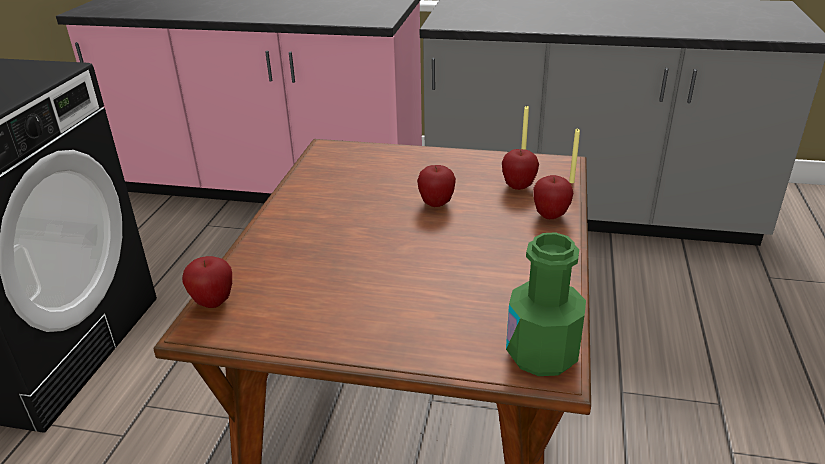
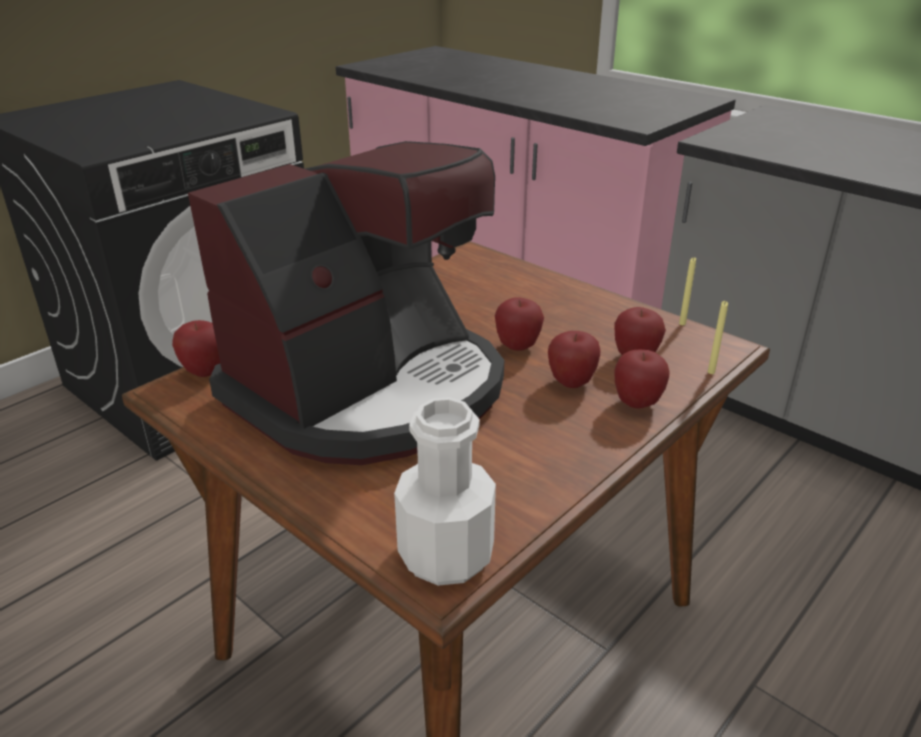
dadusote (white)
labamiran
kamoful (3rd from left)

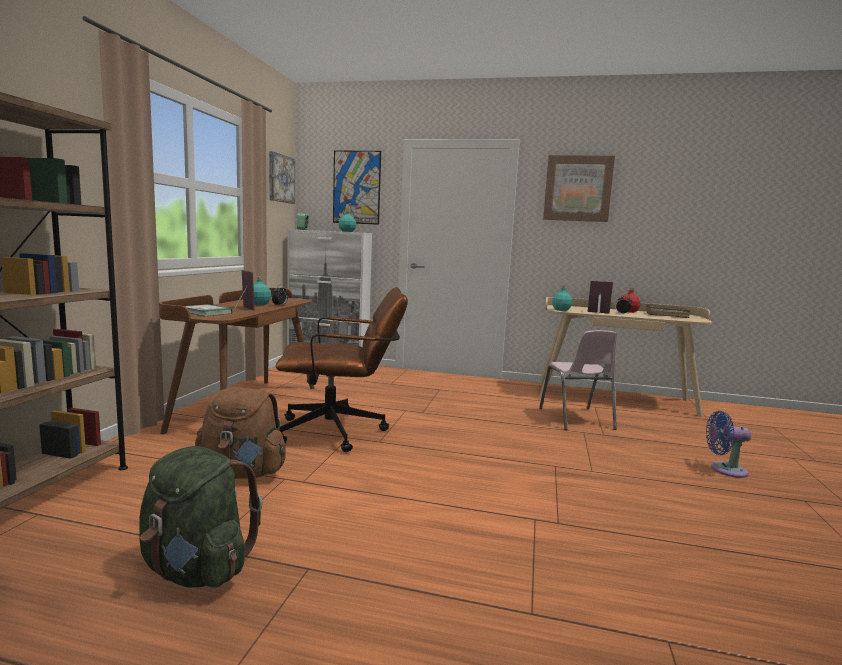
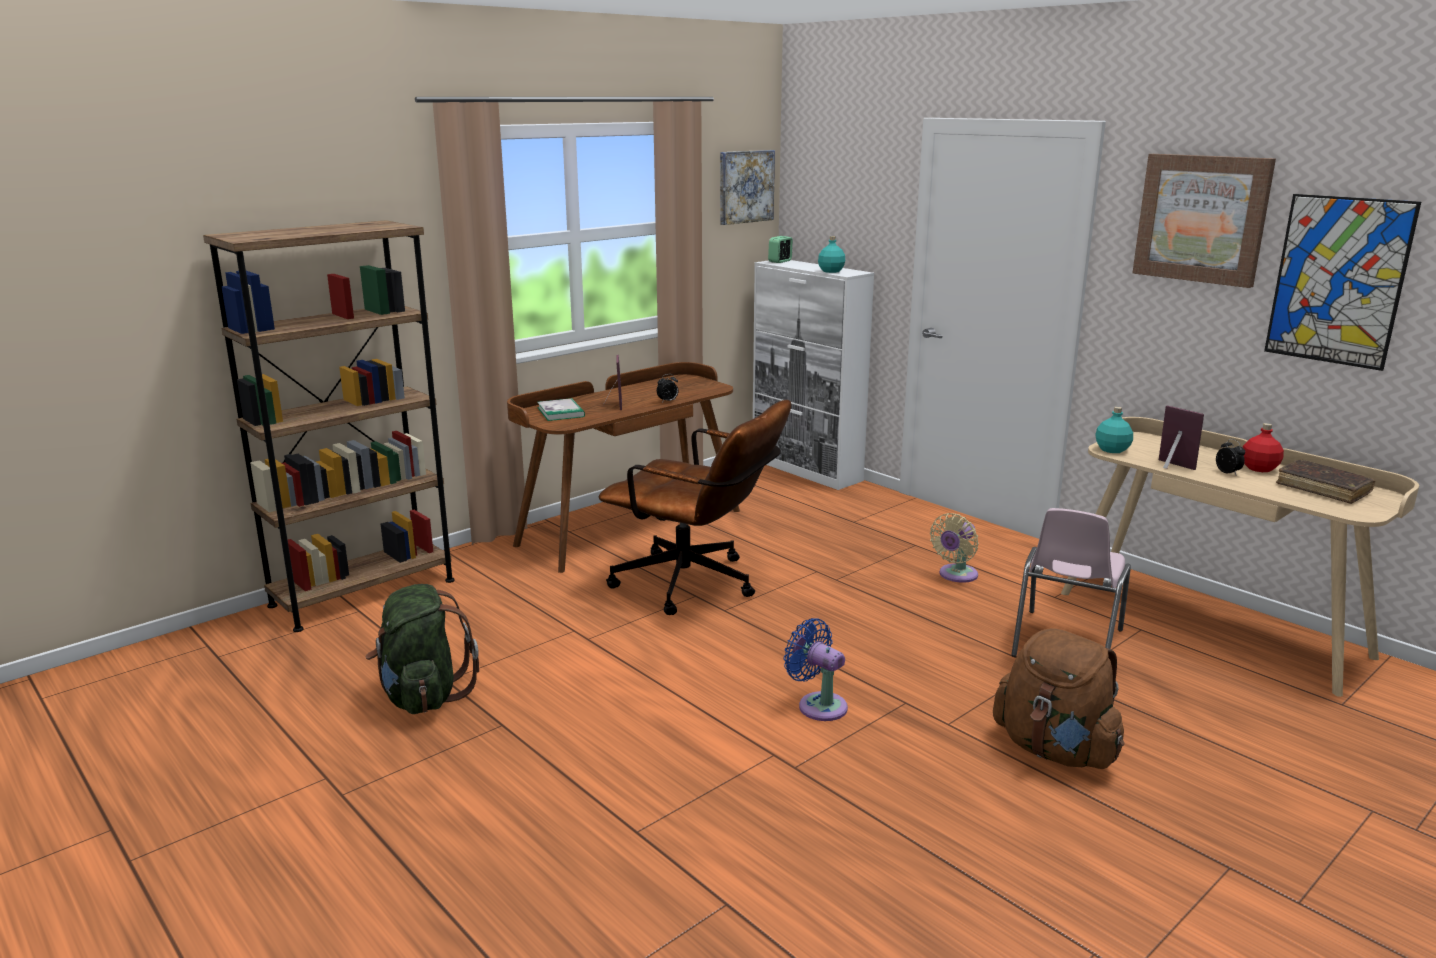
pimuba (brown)
dadusote (turquoise) (1st from left in the first image)
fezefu (3rd from left)
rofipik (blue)
rofipik (beige)

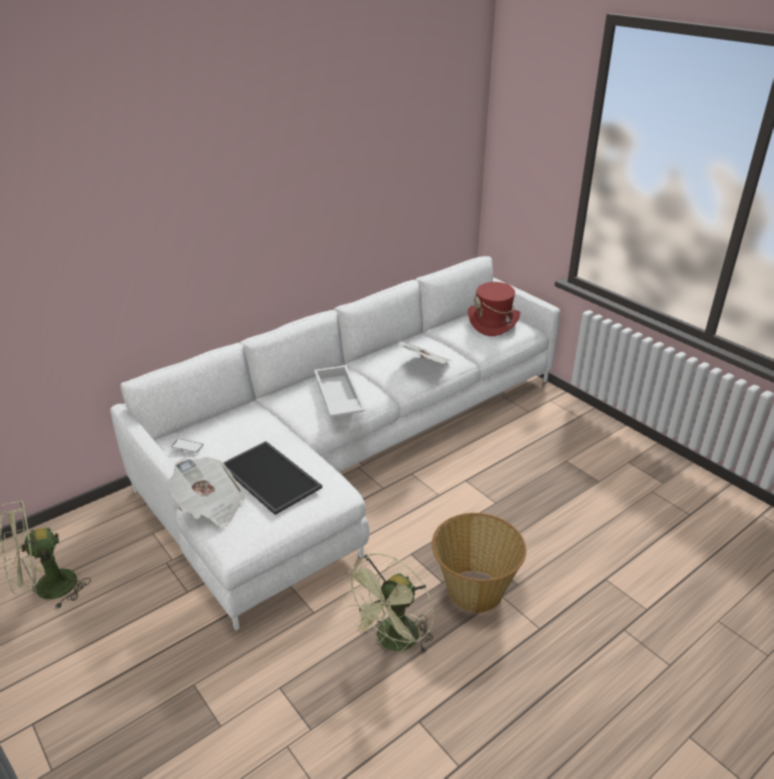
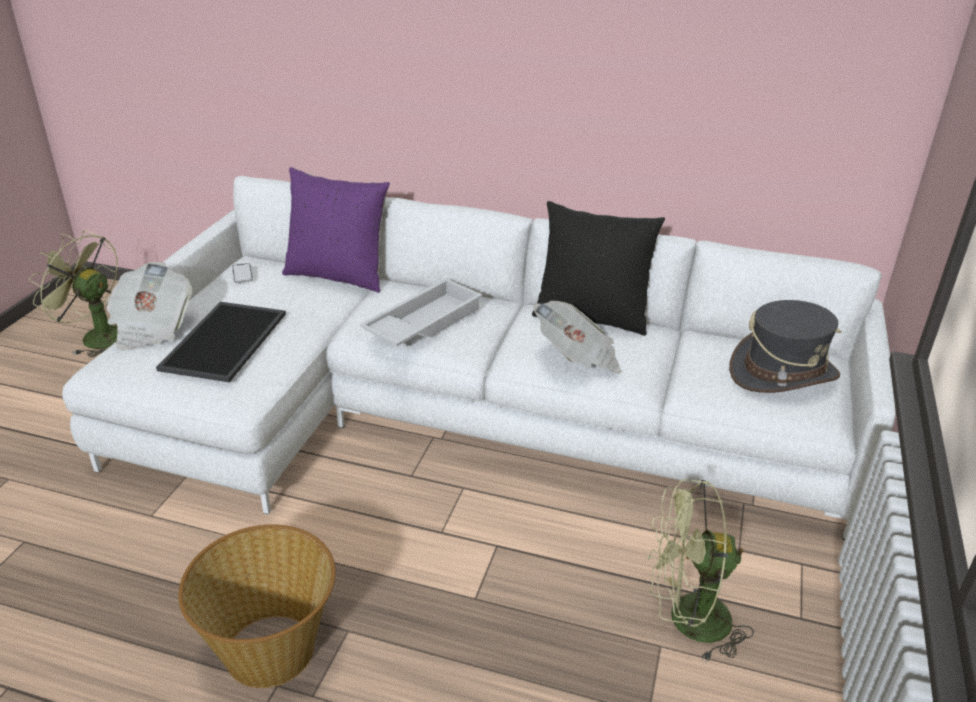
rofipik (green) (2nd from left)
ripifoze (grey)
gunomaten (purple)
gunomaten (black)

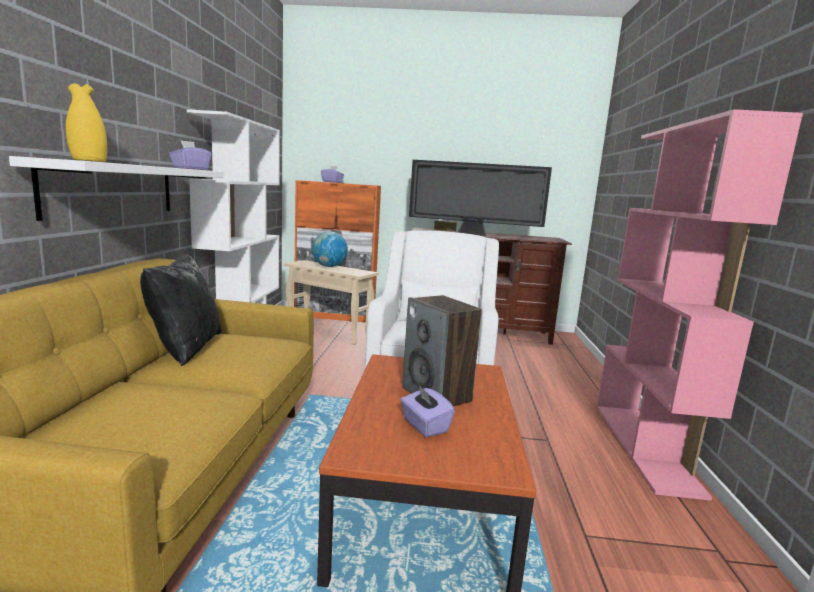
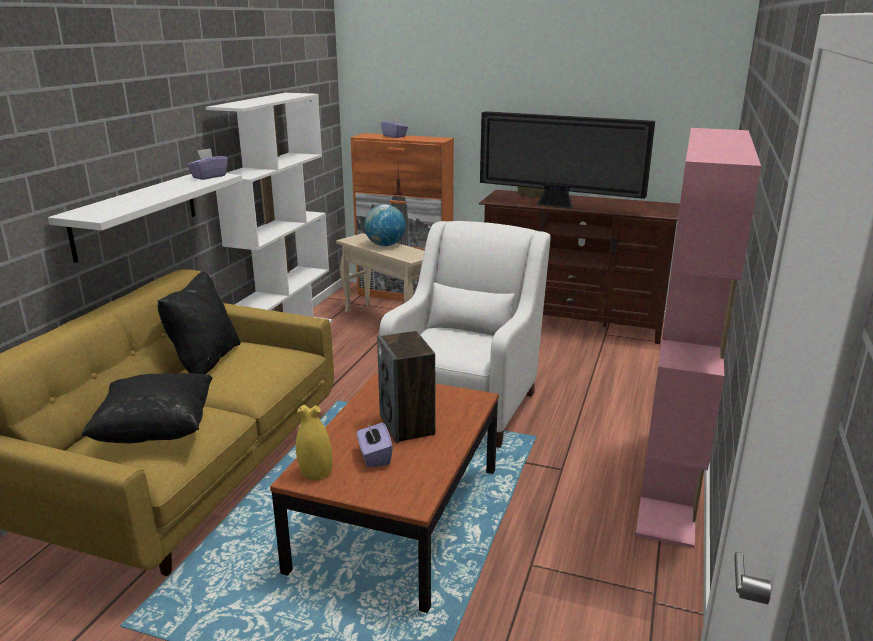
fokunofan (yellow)
gunomaten (black) (1st from left)

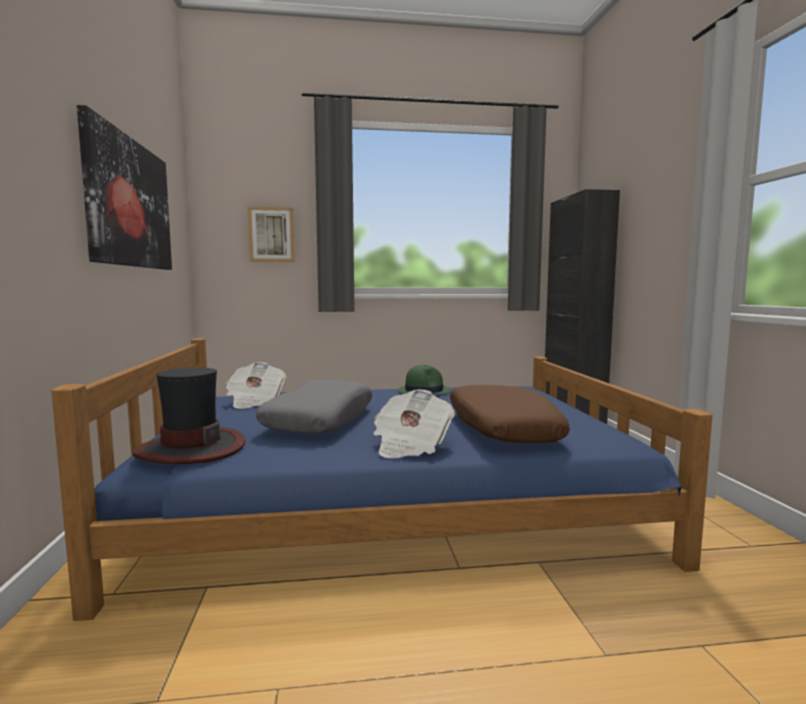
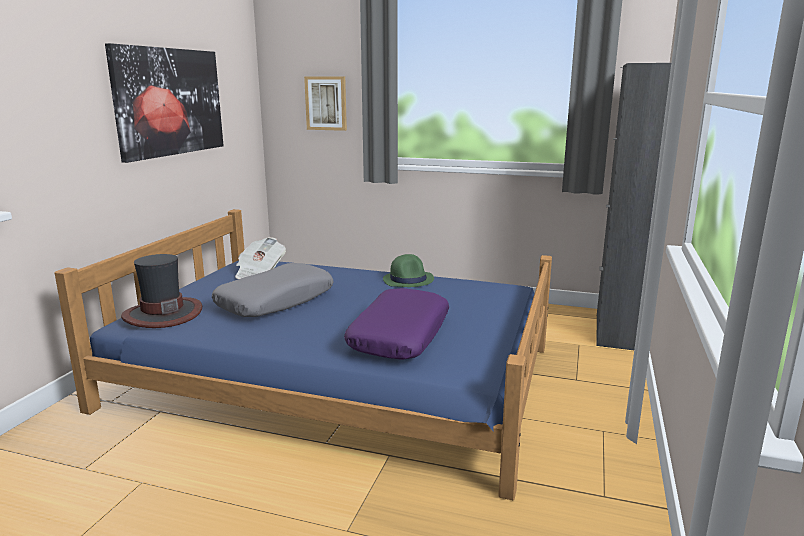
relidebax (2nd from left in the first image)
gunomaten (purple)

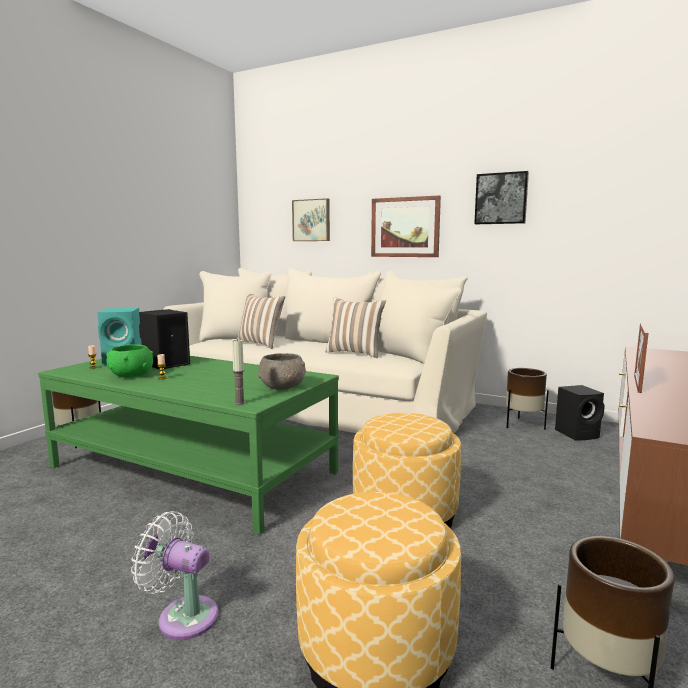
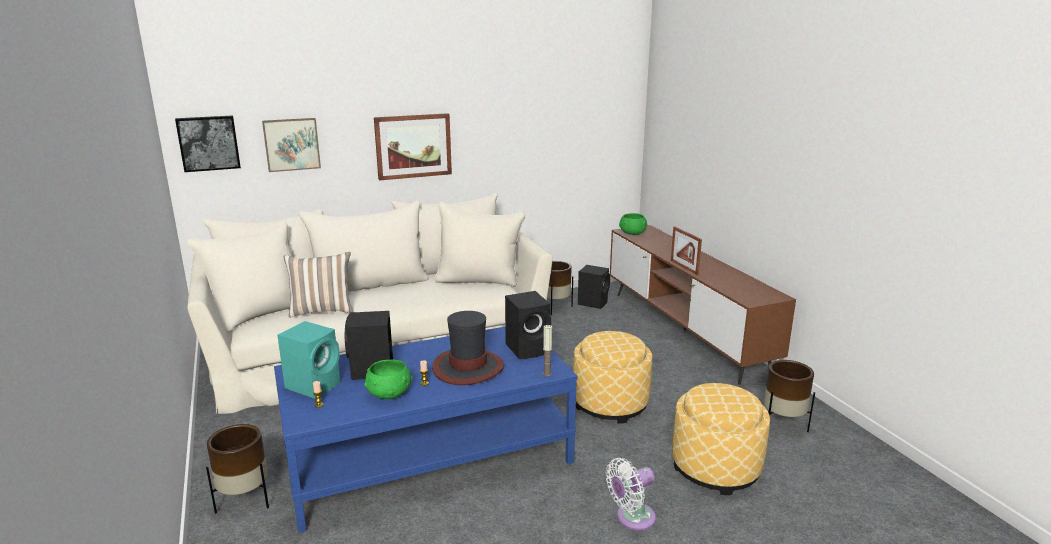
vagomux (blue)
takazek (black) (2nd from left)
gunomaten (2nd from left in the first image)
fezefu (1st from left)
ripifoze
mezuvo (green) (2nd from left)

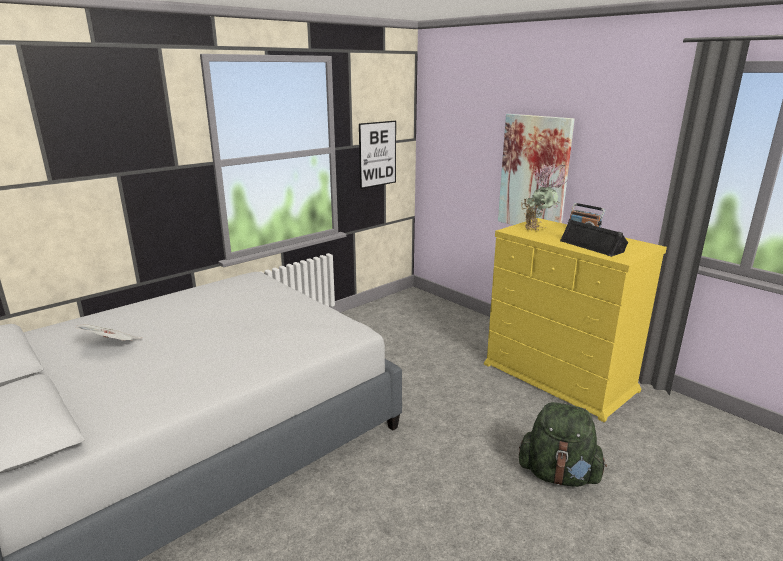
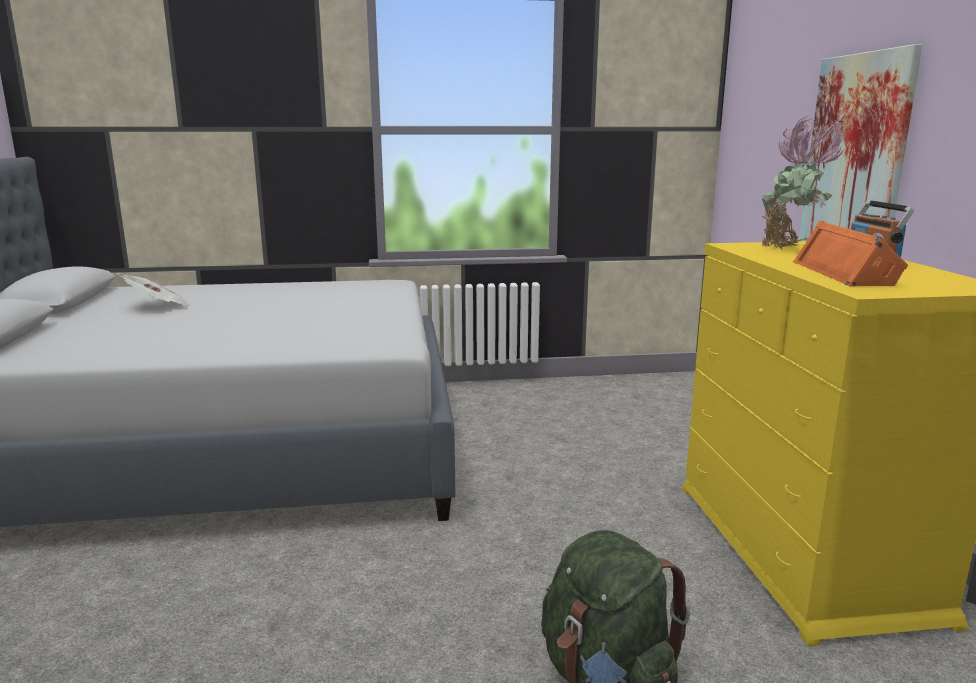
fezefu (1st from left in the first image)
takazek (orange)

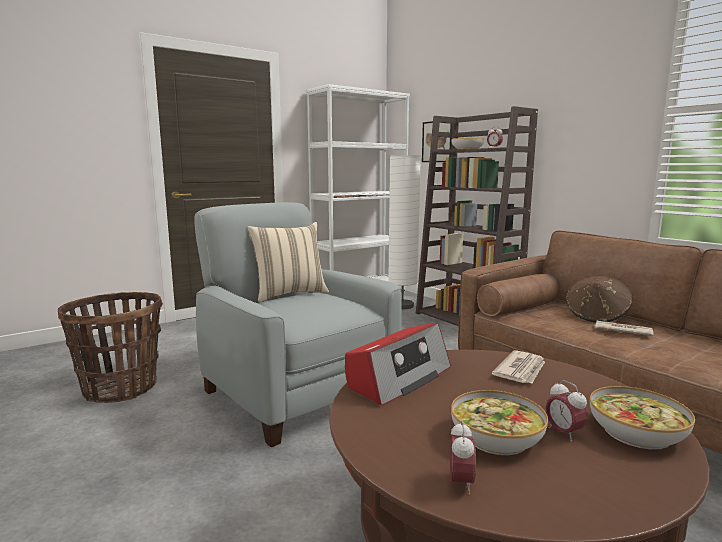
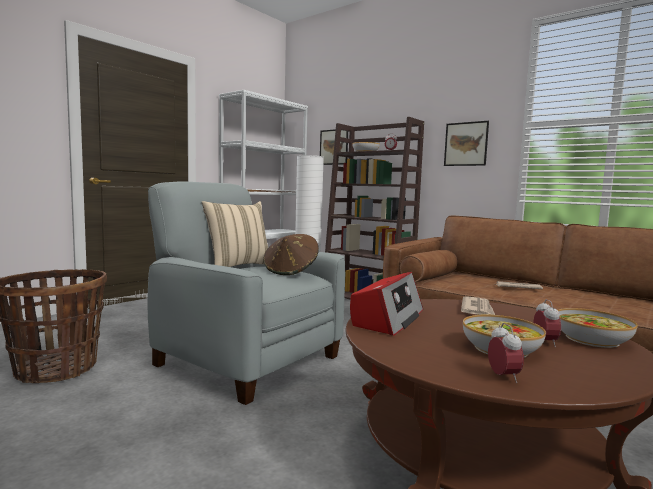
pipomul (3rd from left)
ripifoze (brown)
fezefu (2nd from left)

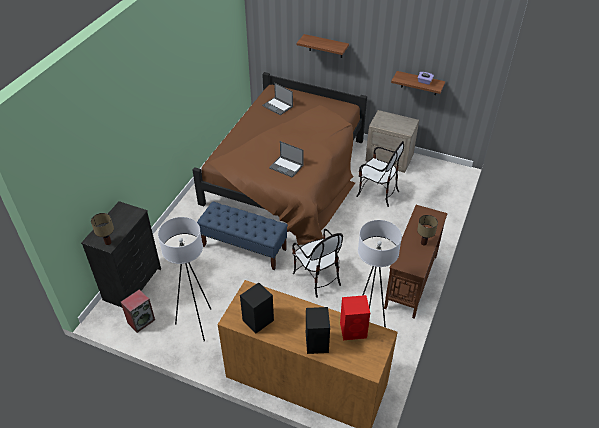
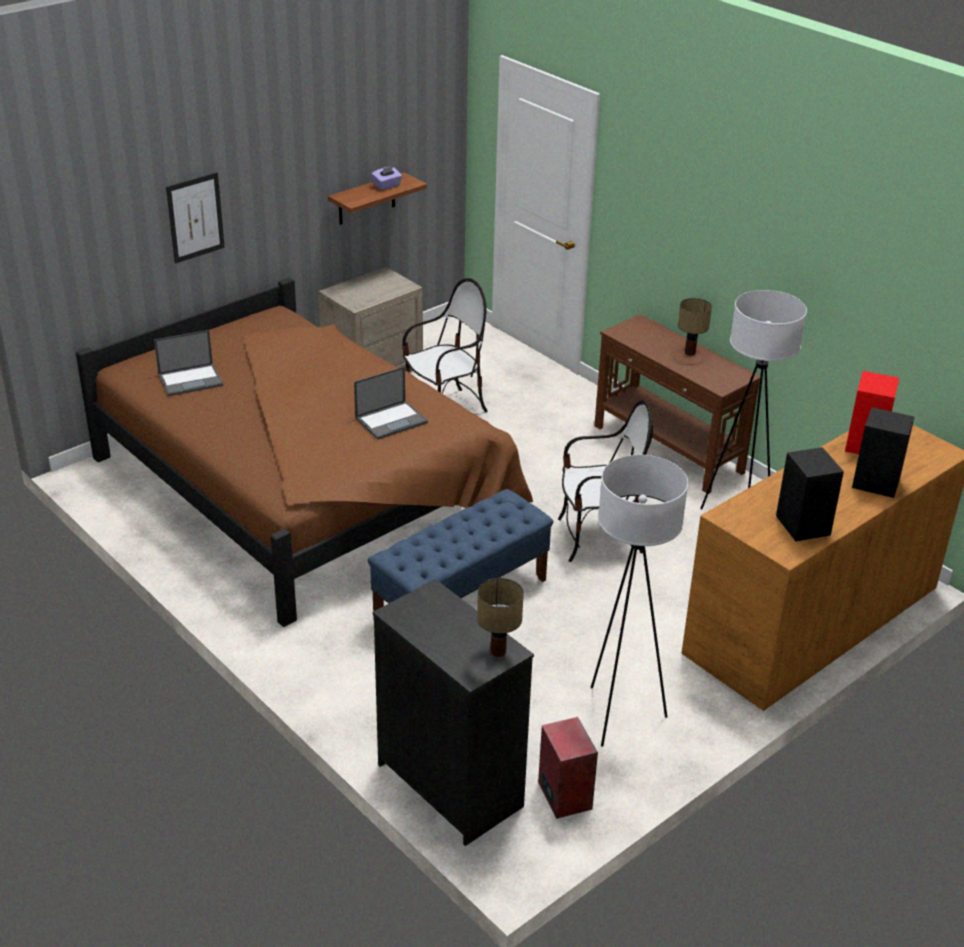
fezefu

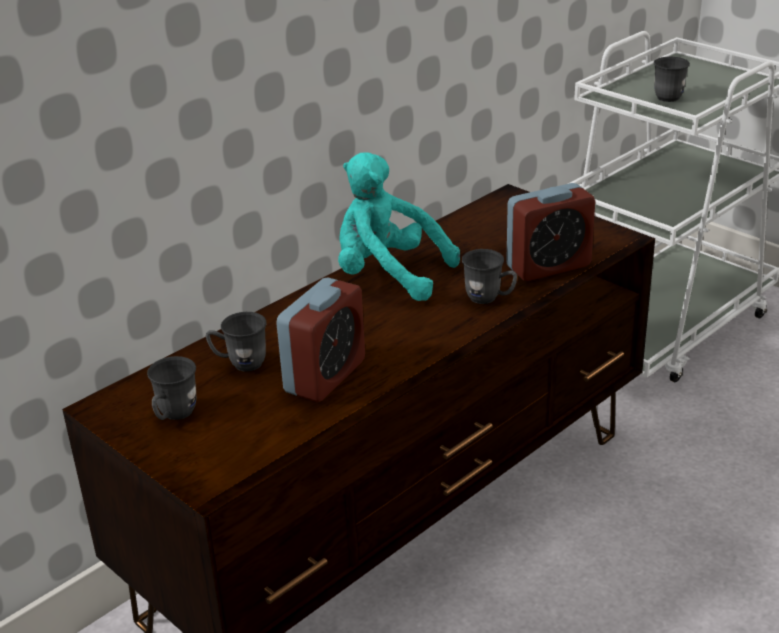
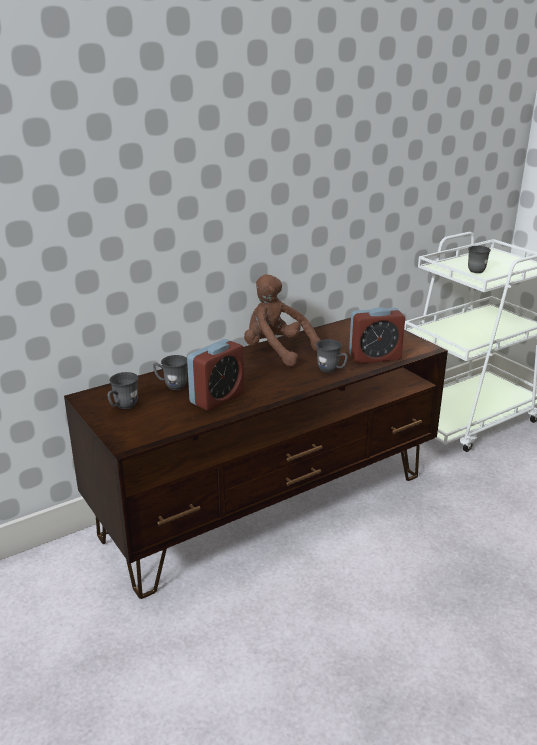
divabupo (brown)

